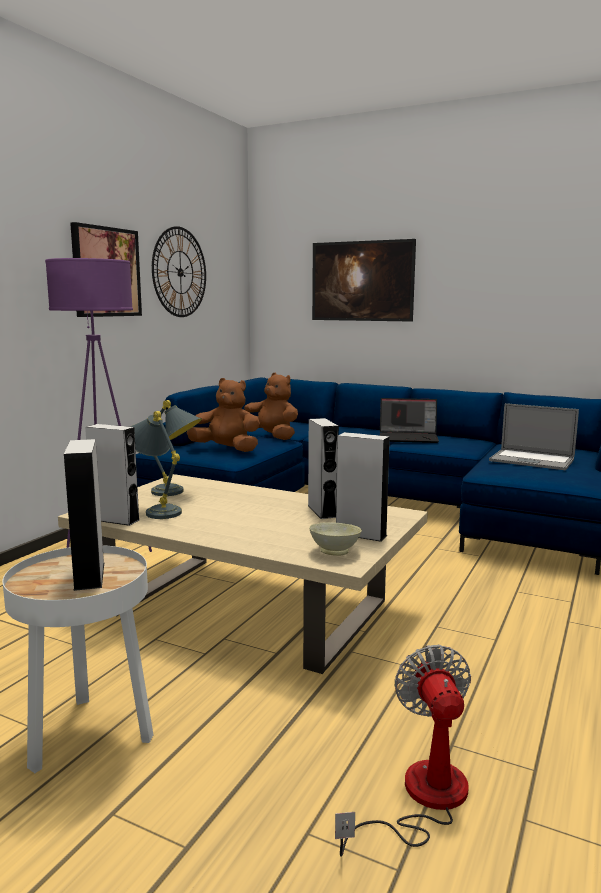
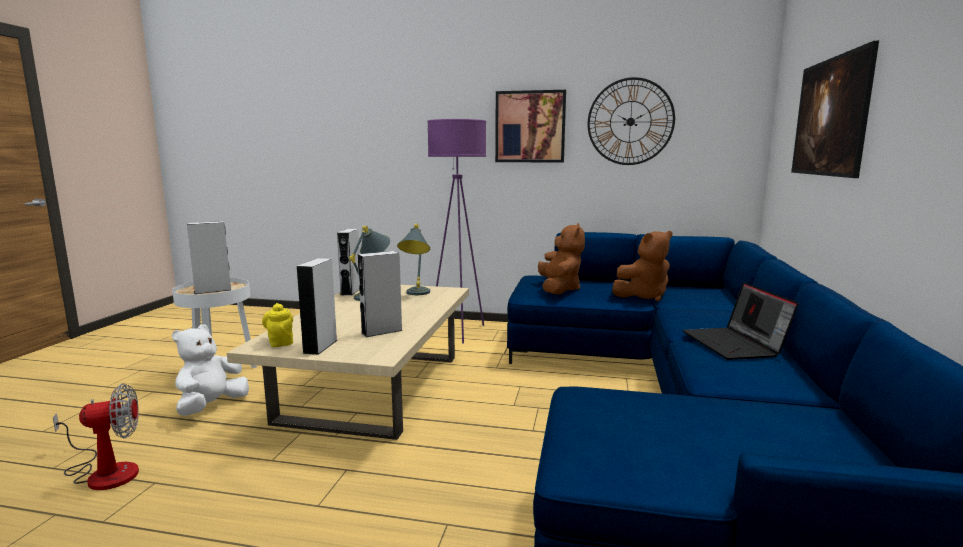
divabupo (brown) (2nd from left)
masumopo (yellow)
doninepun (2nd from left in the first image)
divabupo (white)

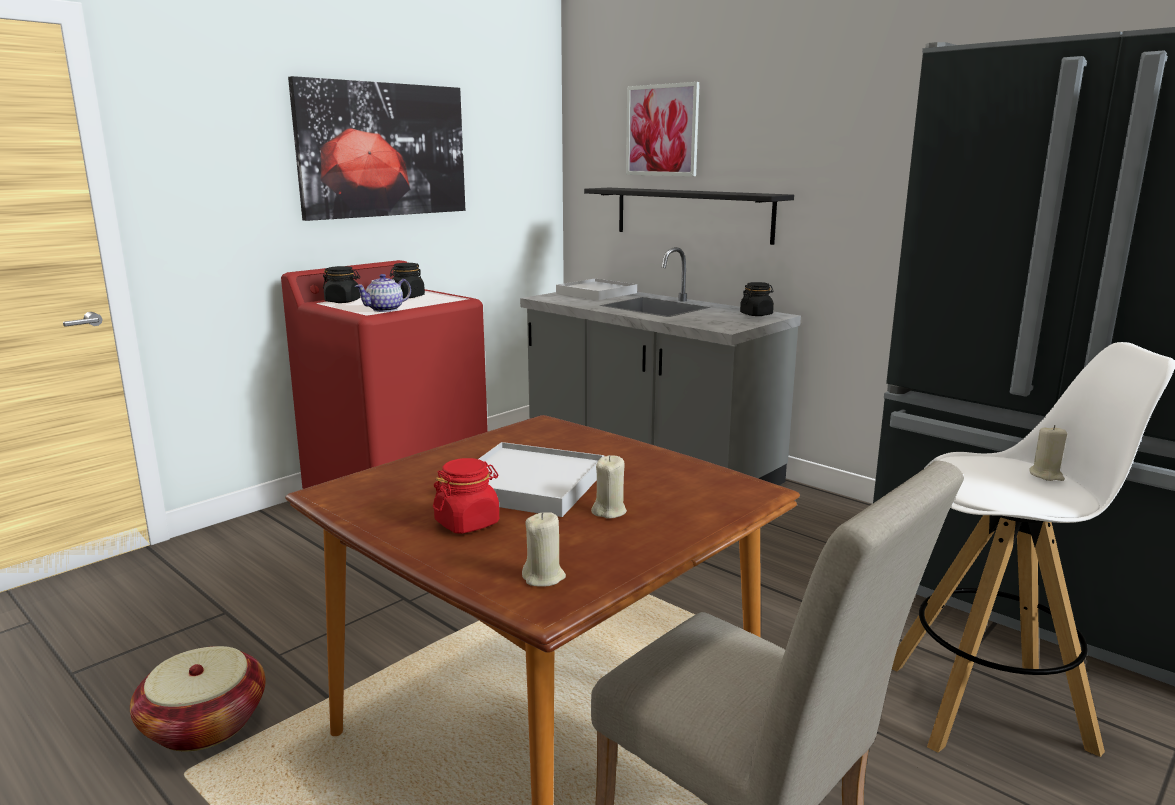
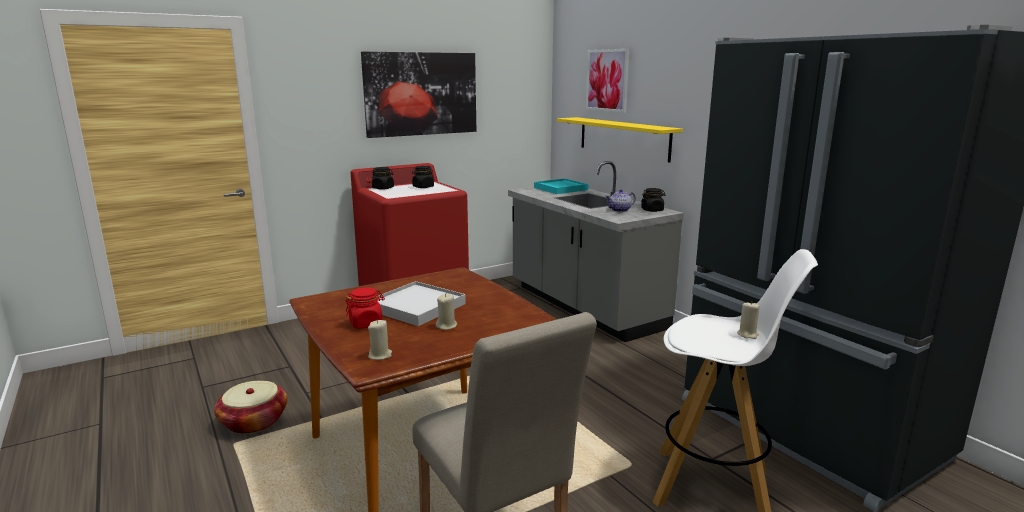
masumopo
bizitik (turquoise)
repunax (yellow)

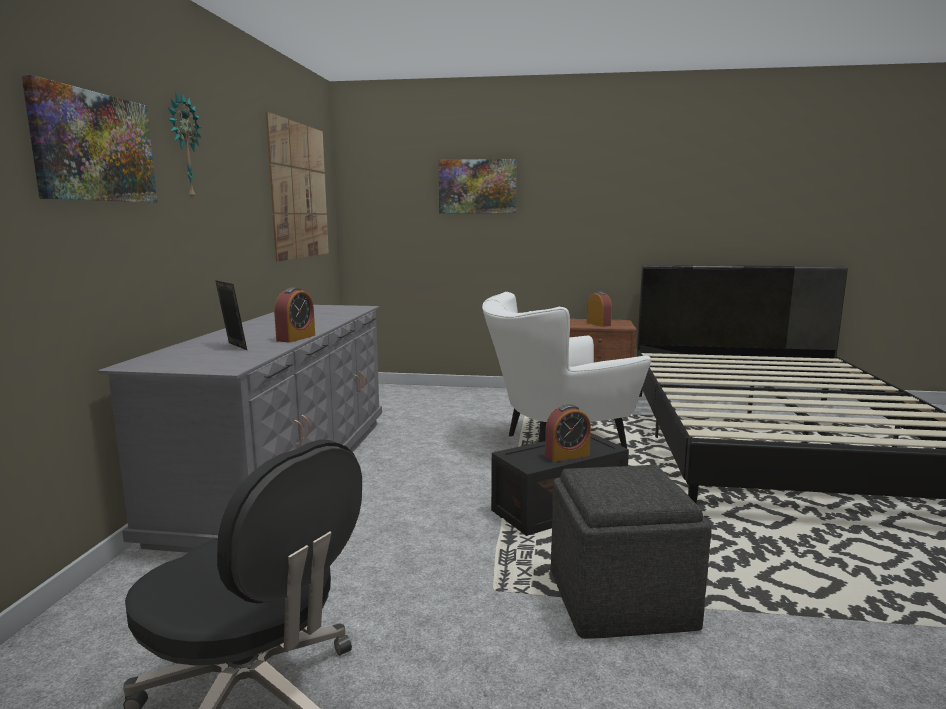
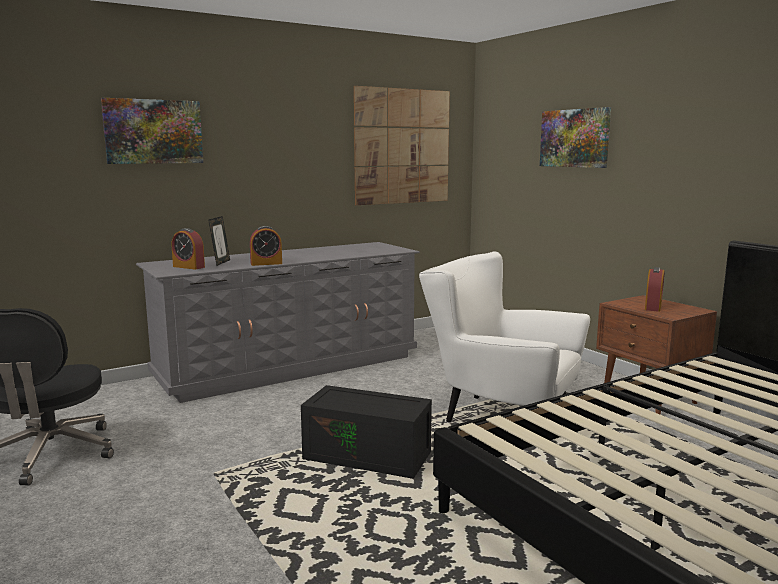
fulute
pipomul (1st from left)
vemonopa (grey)

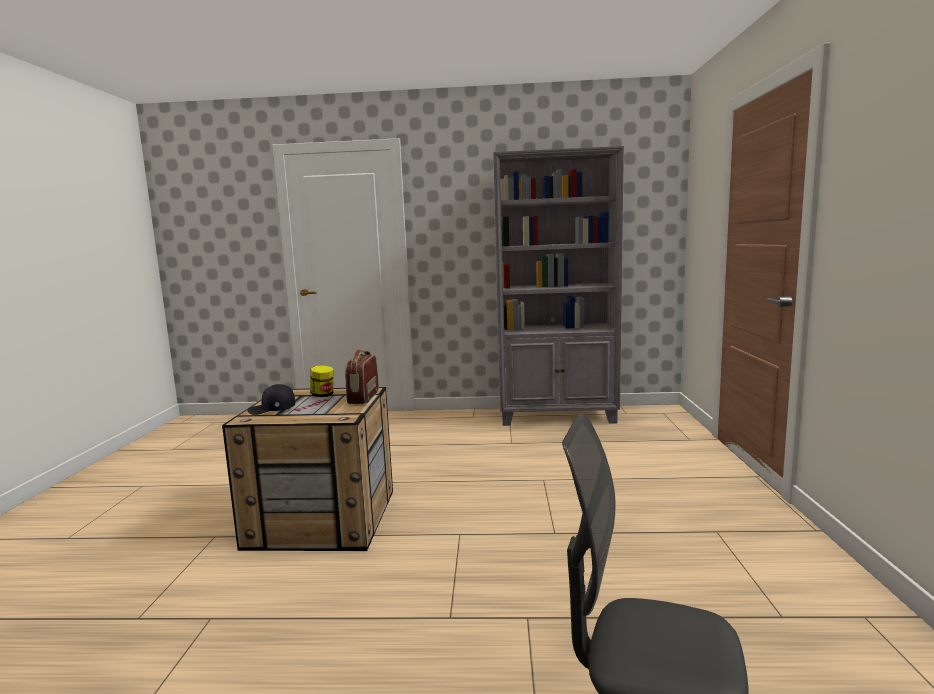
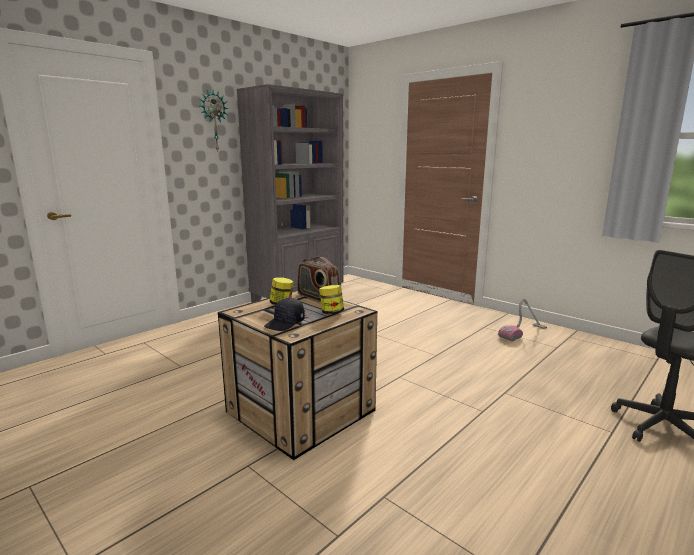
fulute
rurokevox (2nd from left)
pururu

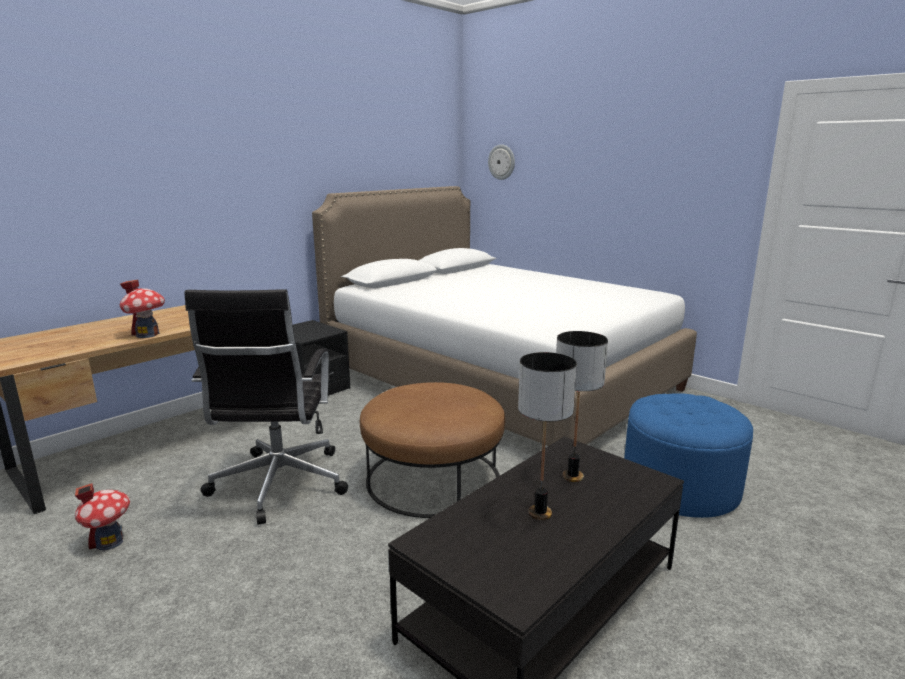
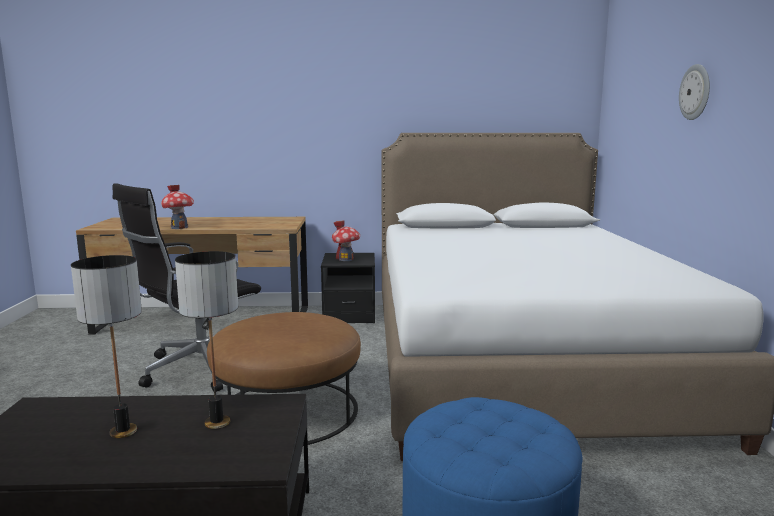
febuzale (2nd from left)
fulute

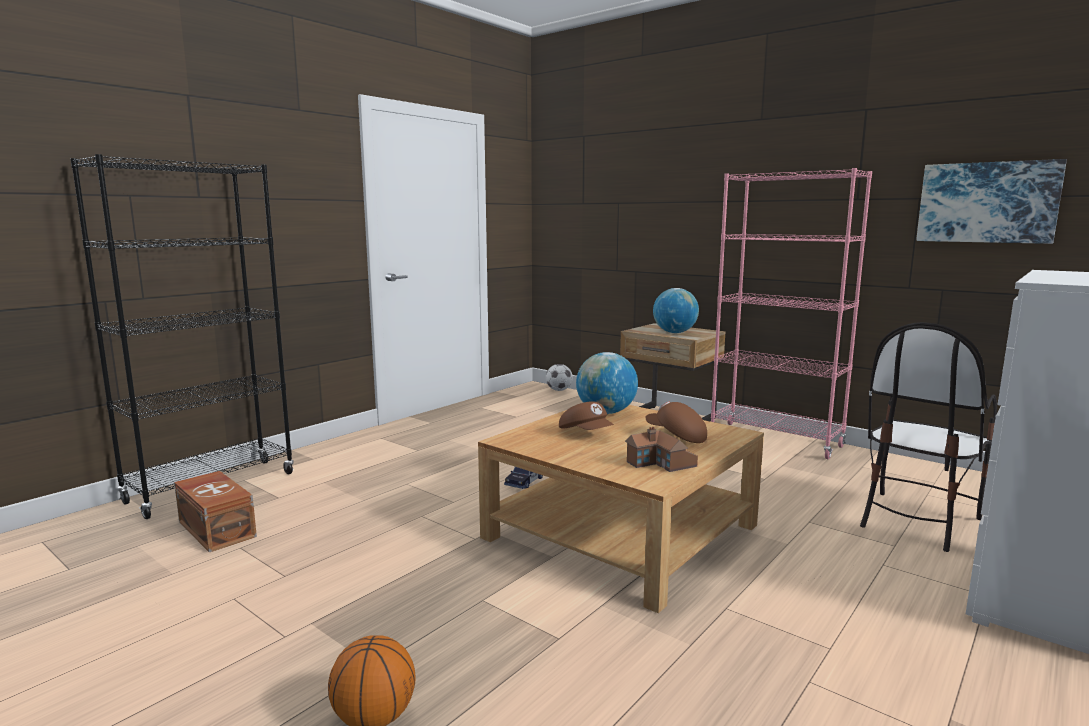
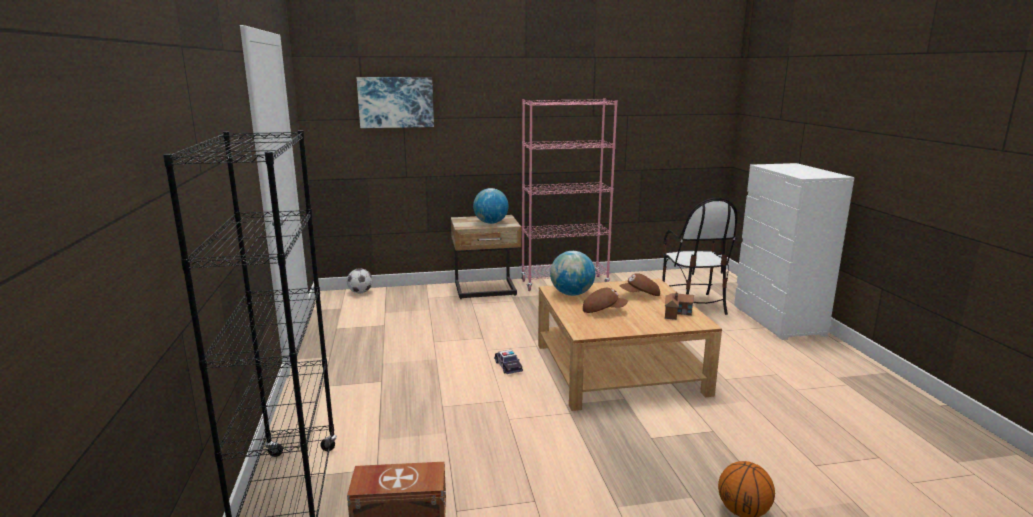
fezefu

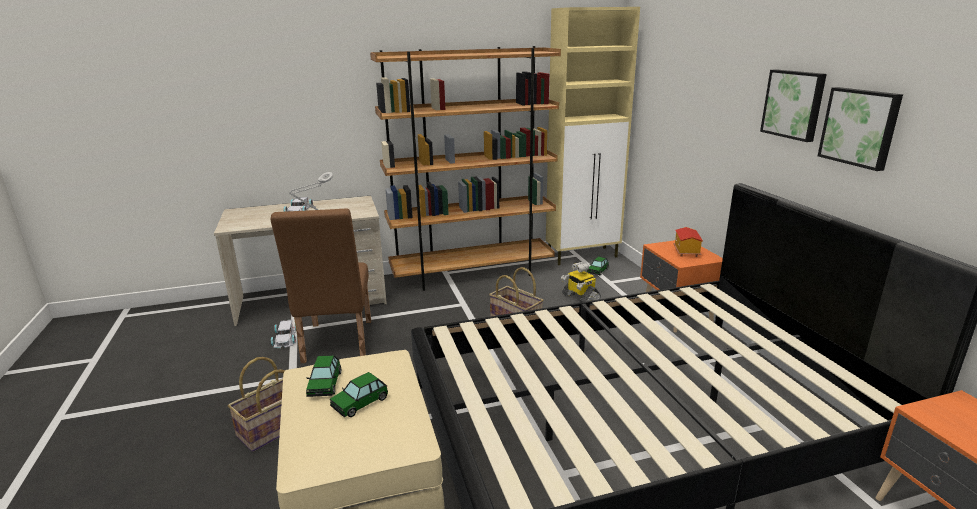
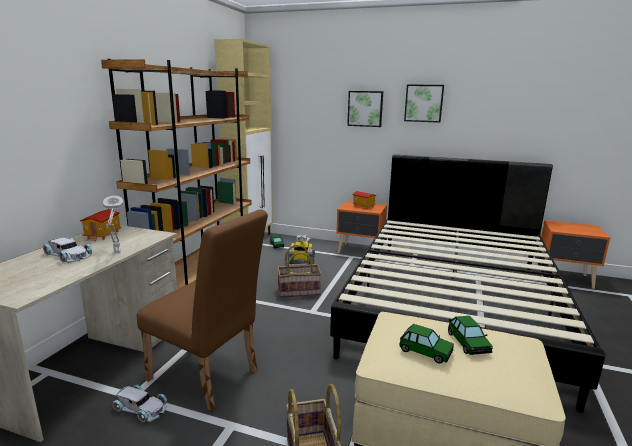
fezefu (1st from left)
febuzale (1st from left)

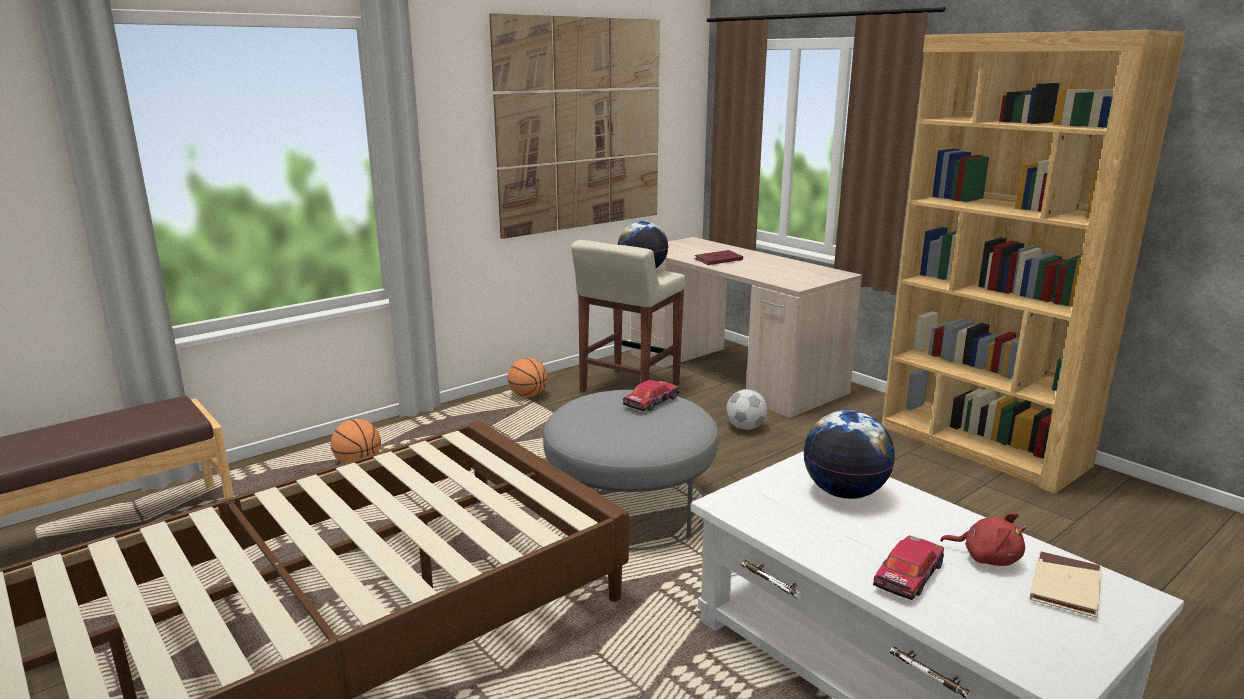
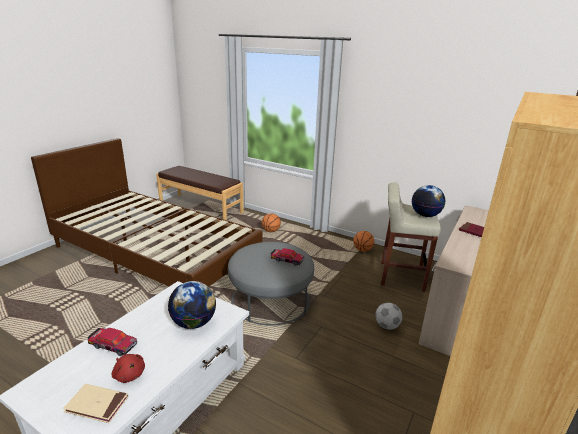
fezefu
divabupo (red)

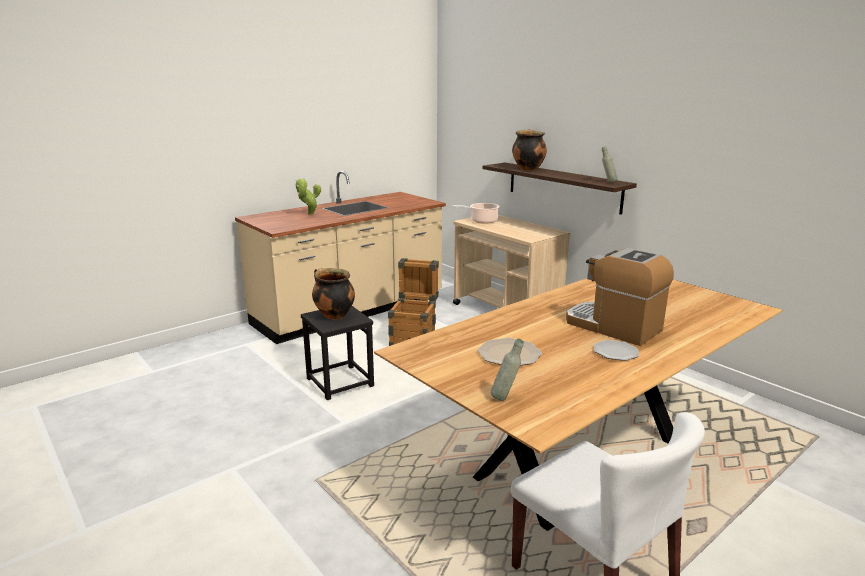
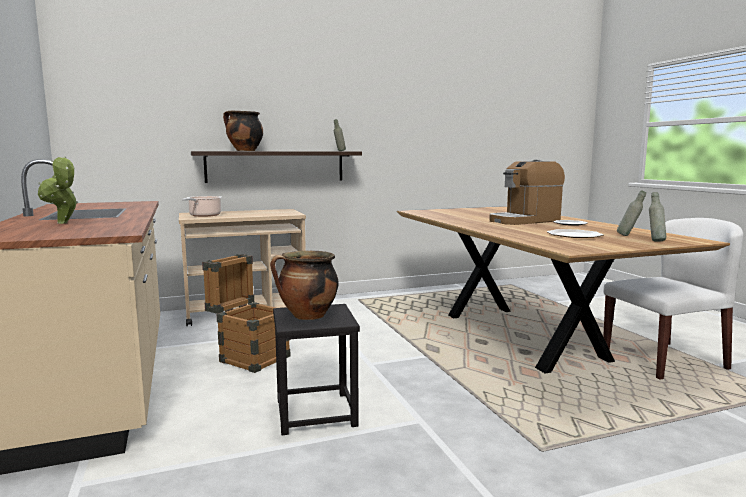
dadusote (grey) (2nd from left)

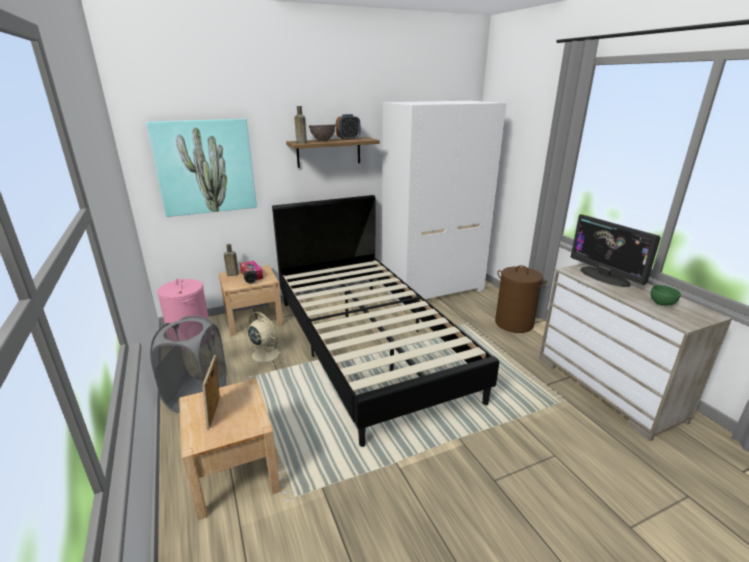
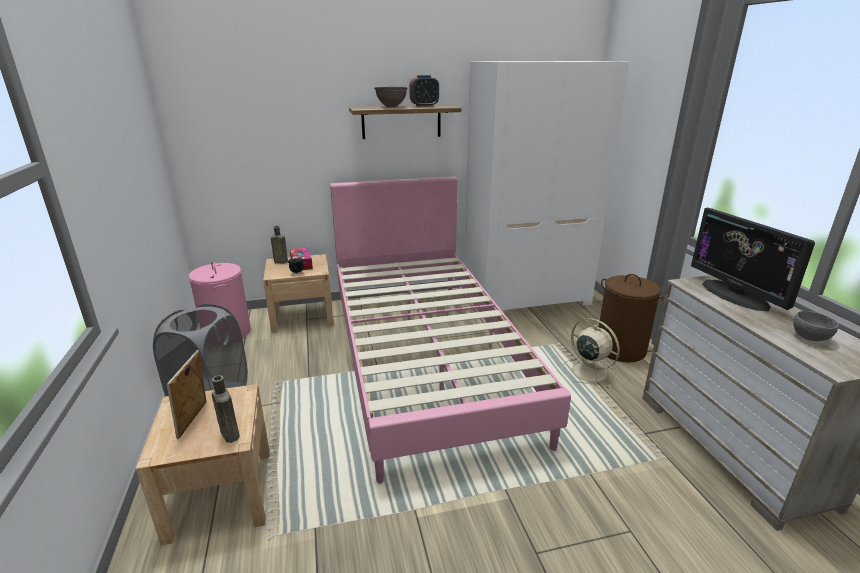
fezefu
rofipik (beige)
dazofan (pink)
dadusote (brown) (1st from left)
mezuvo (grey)

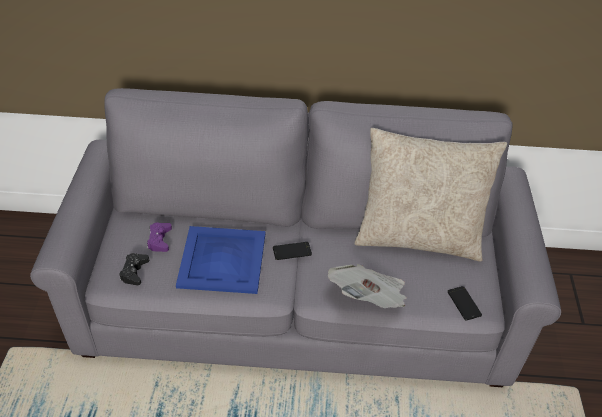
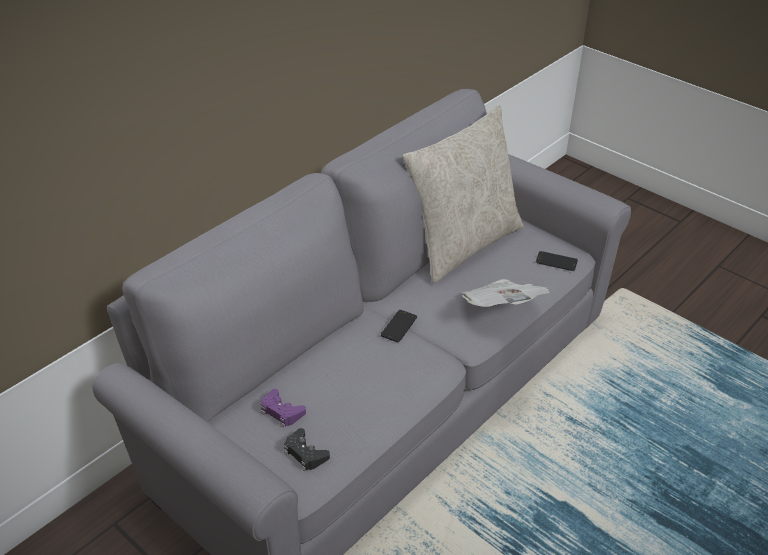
bizitik (blue)

